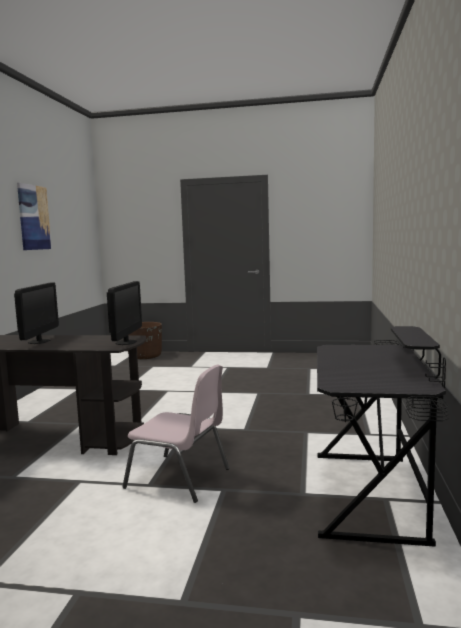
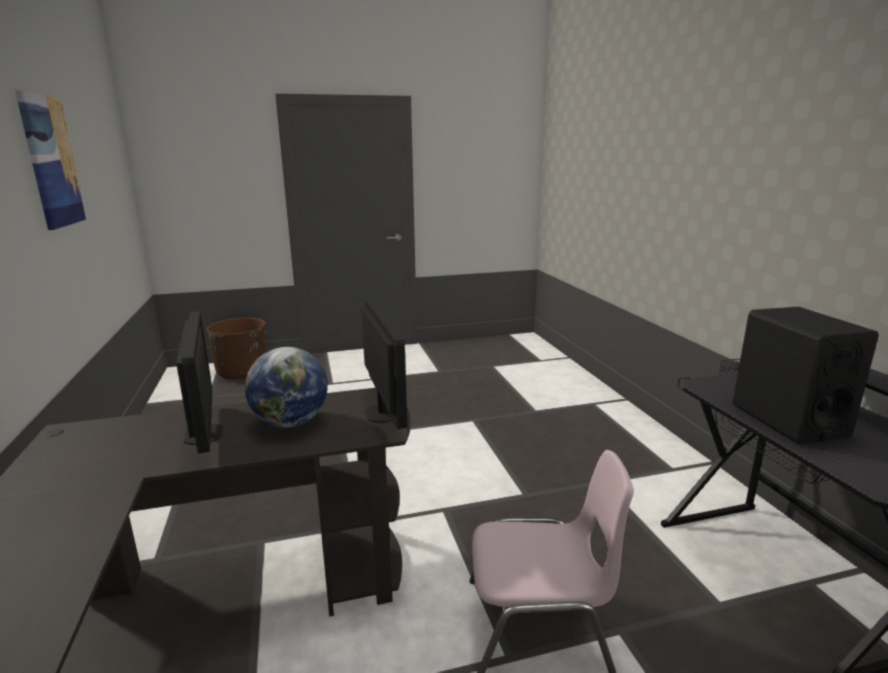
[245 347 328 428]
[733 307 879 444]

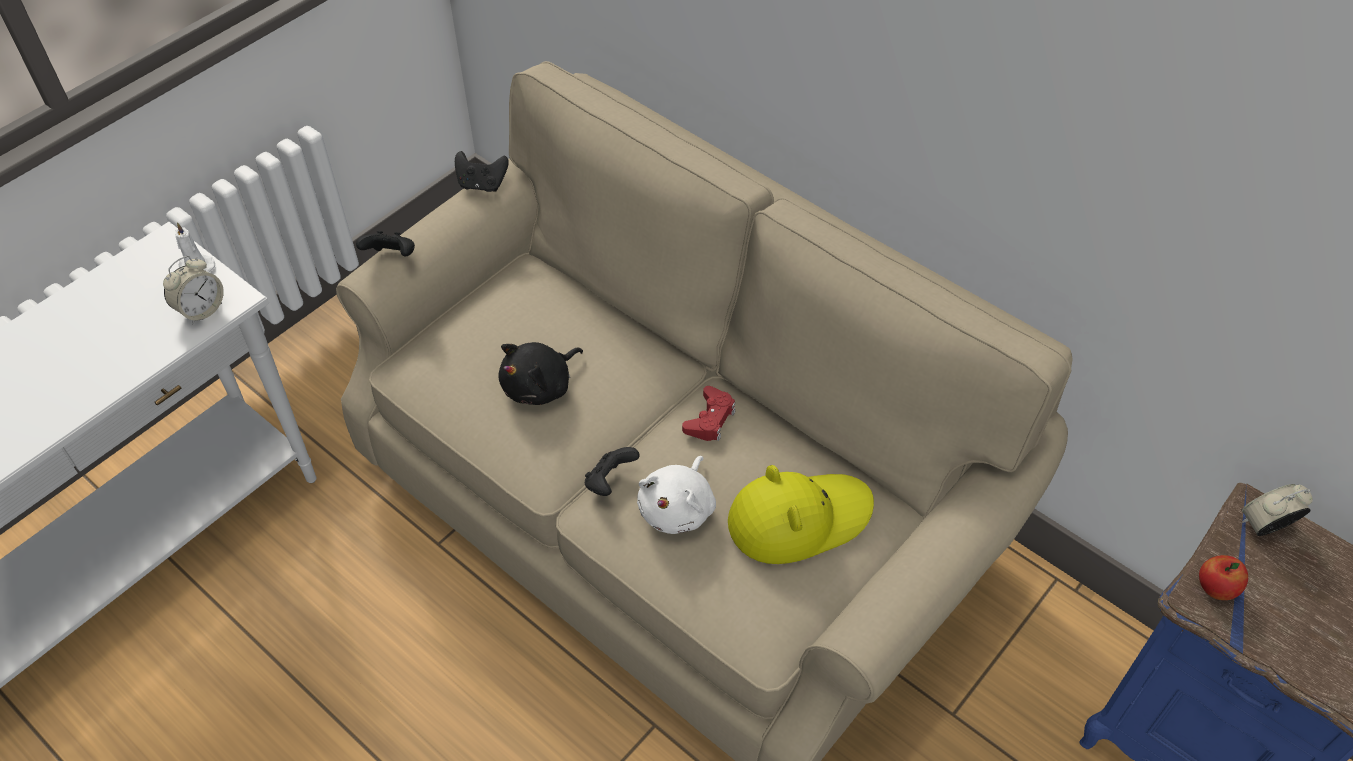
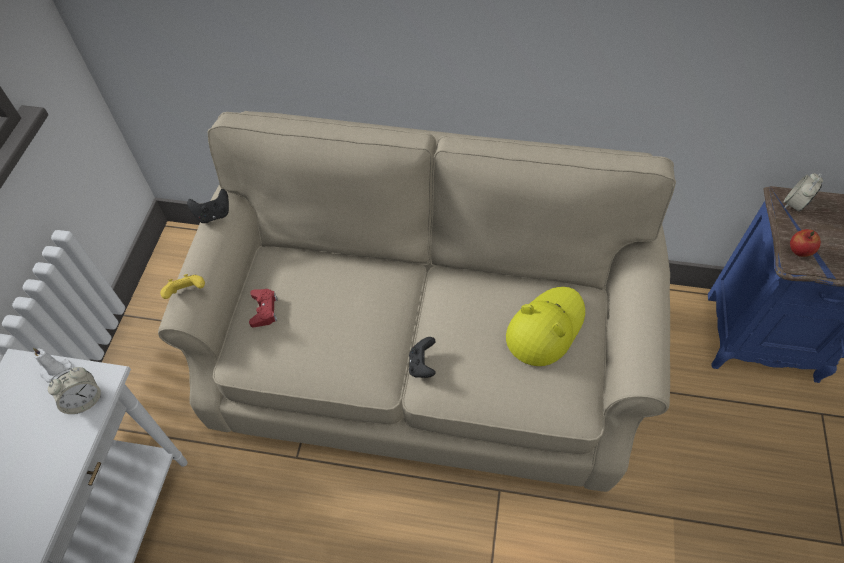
[48 367 102 414]
[160 274 205 299]
[249 289 277 328]
[498 342 583 405] (first image)
[637 456 716 534] (first image)

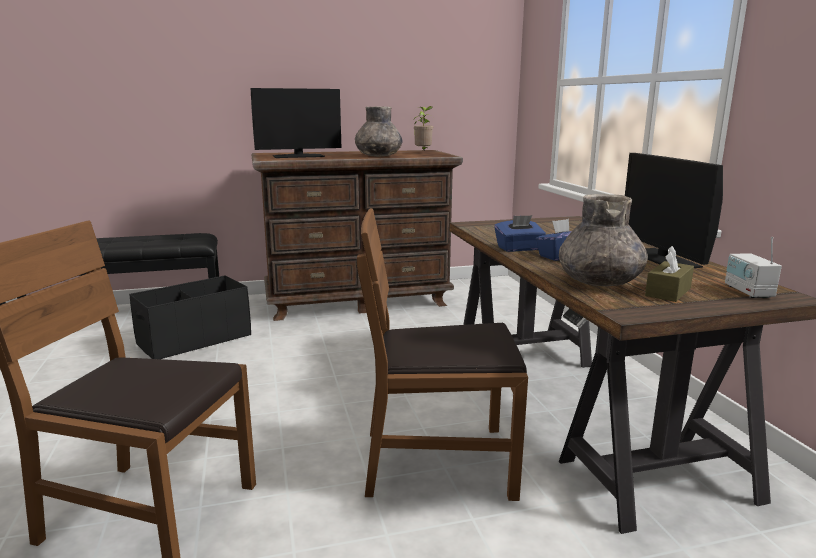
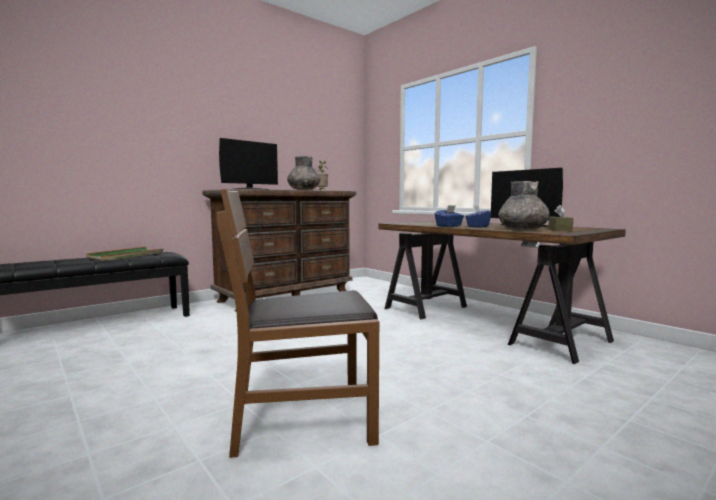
[86 247 163 261]
[129 275 251 359] (first image)
[357 208 528 501] (first image)
[725 237 782 298] (first image)

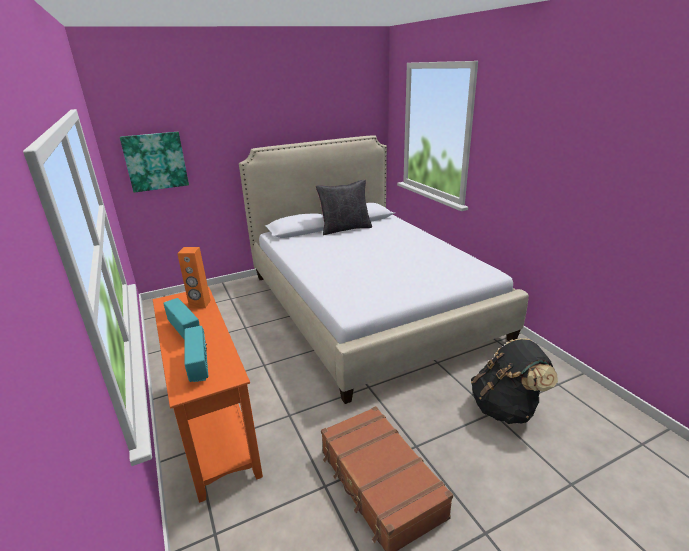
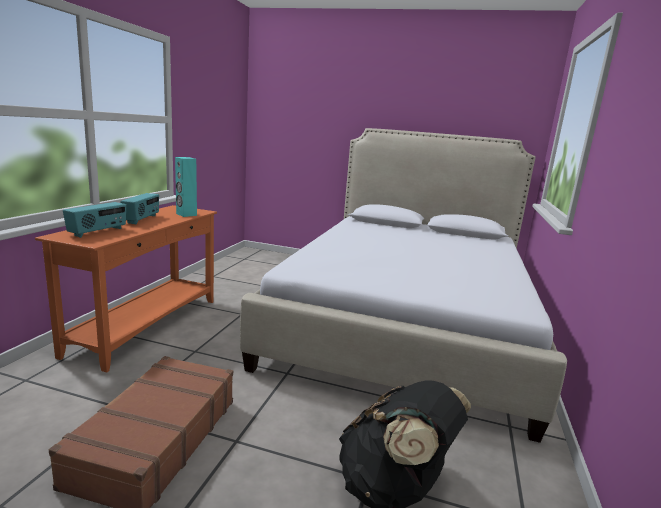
[175 157 197 217]
[120 132 189 193] (first image)
[316 180 372 235] (first image)

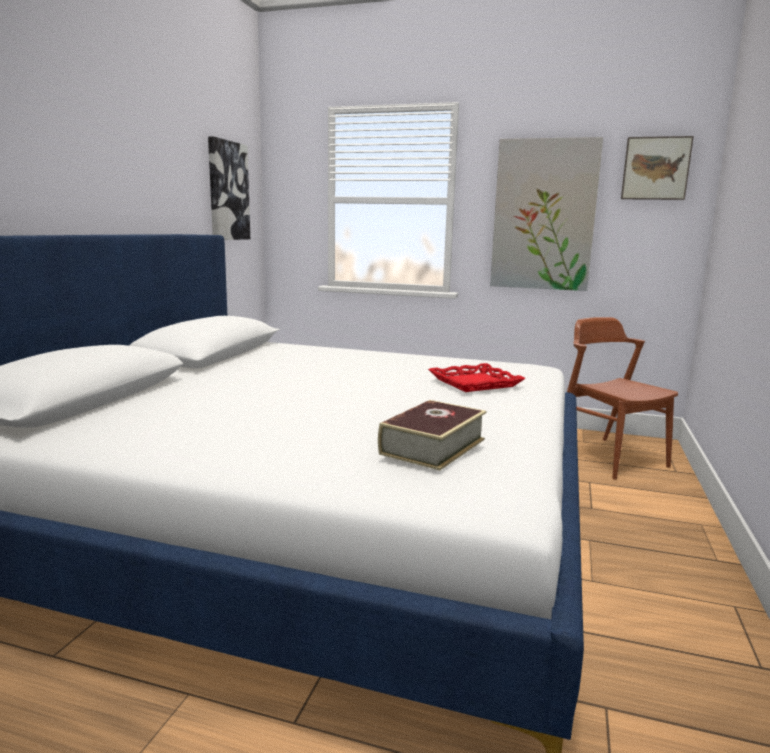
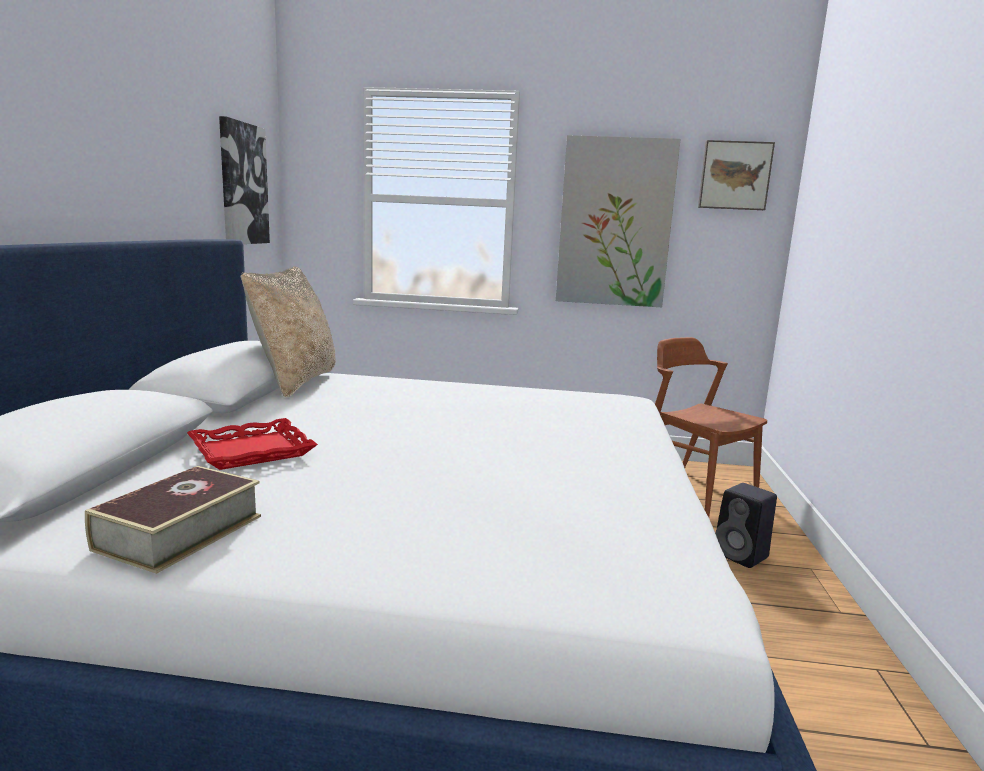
[85 466 261 574]
[187 418 318 470]
[241 266 336 398]
[715 483 777 568]

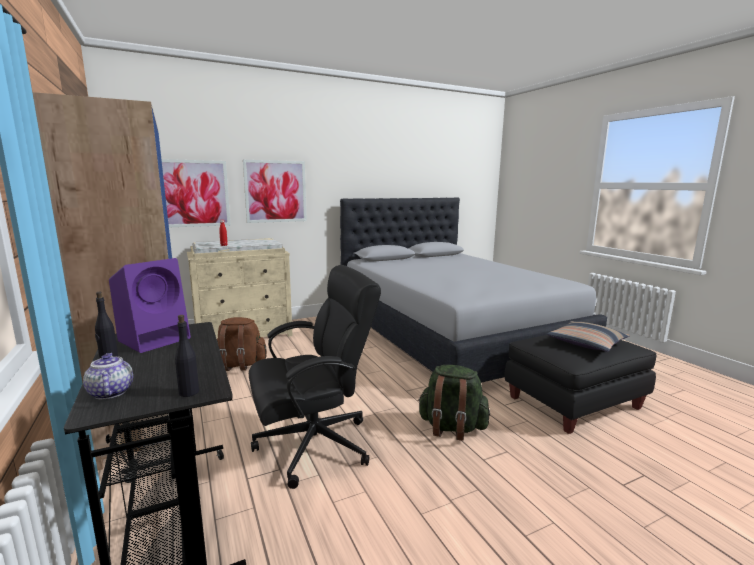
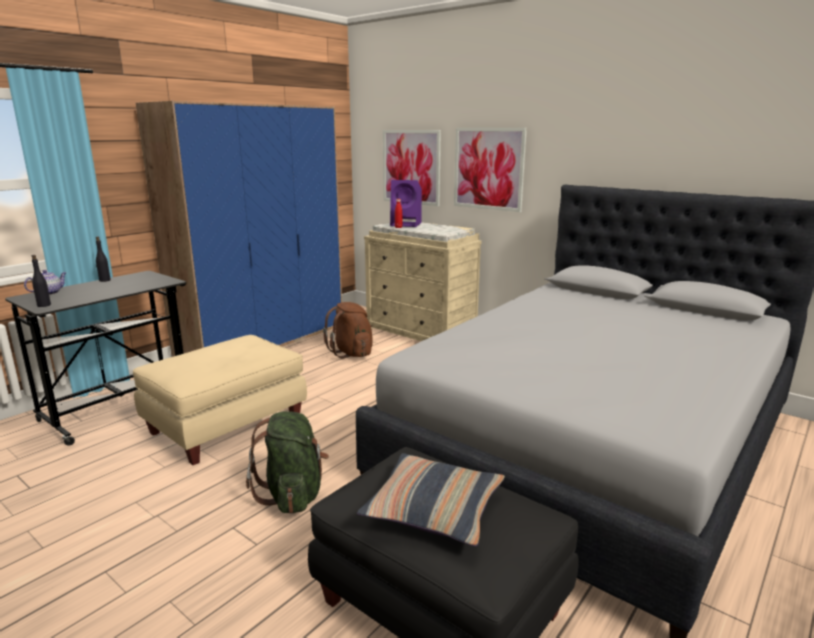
[133 335 307 465]
[390 180 422 227]

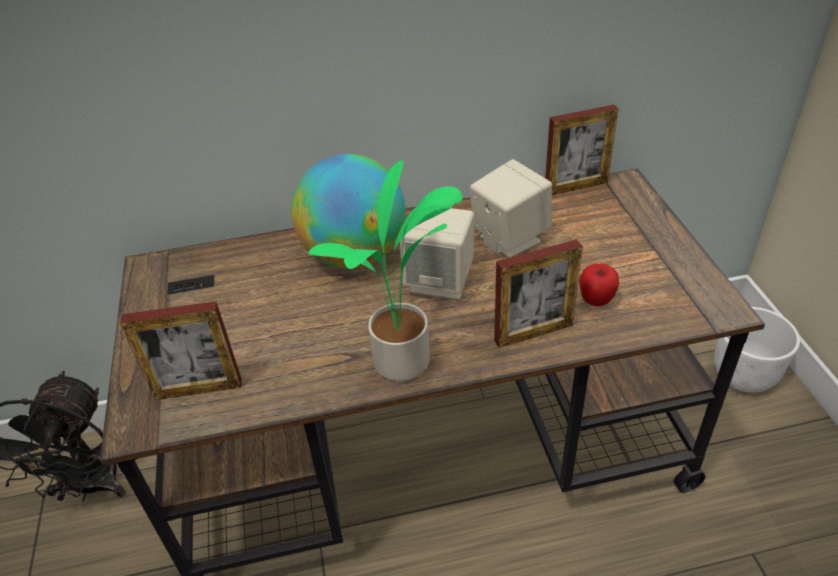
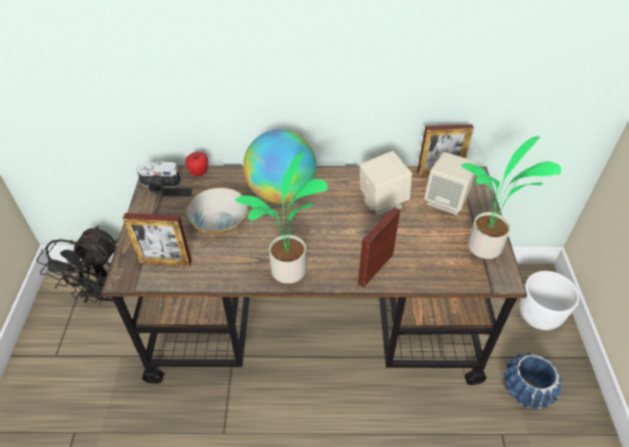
[136 161 181 194]
[185 187 249 235]
[186 152 208 176]
[358 207 400 287]
[424 152 478 215]
[461 136 561 259]
[503 352 562 410]

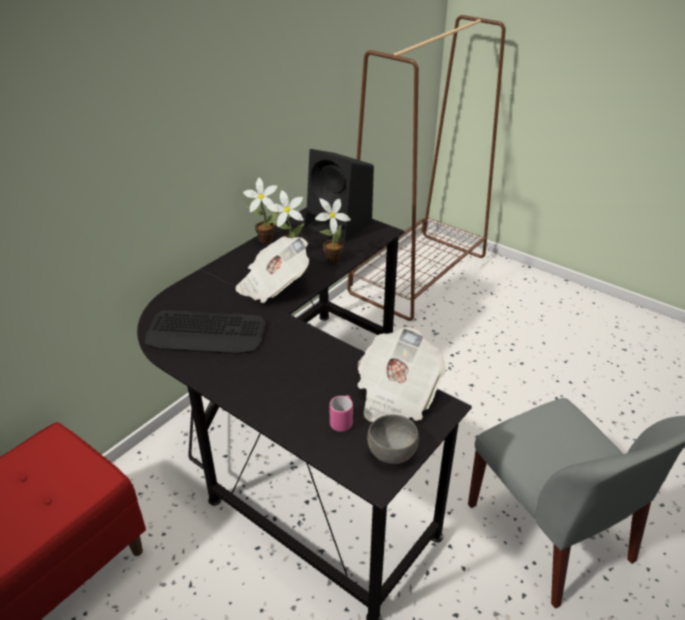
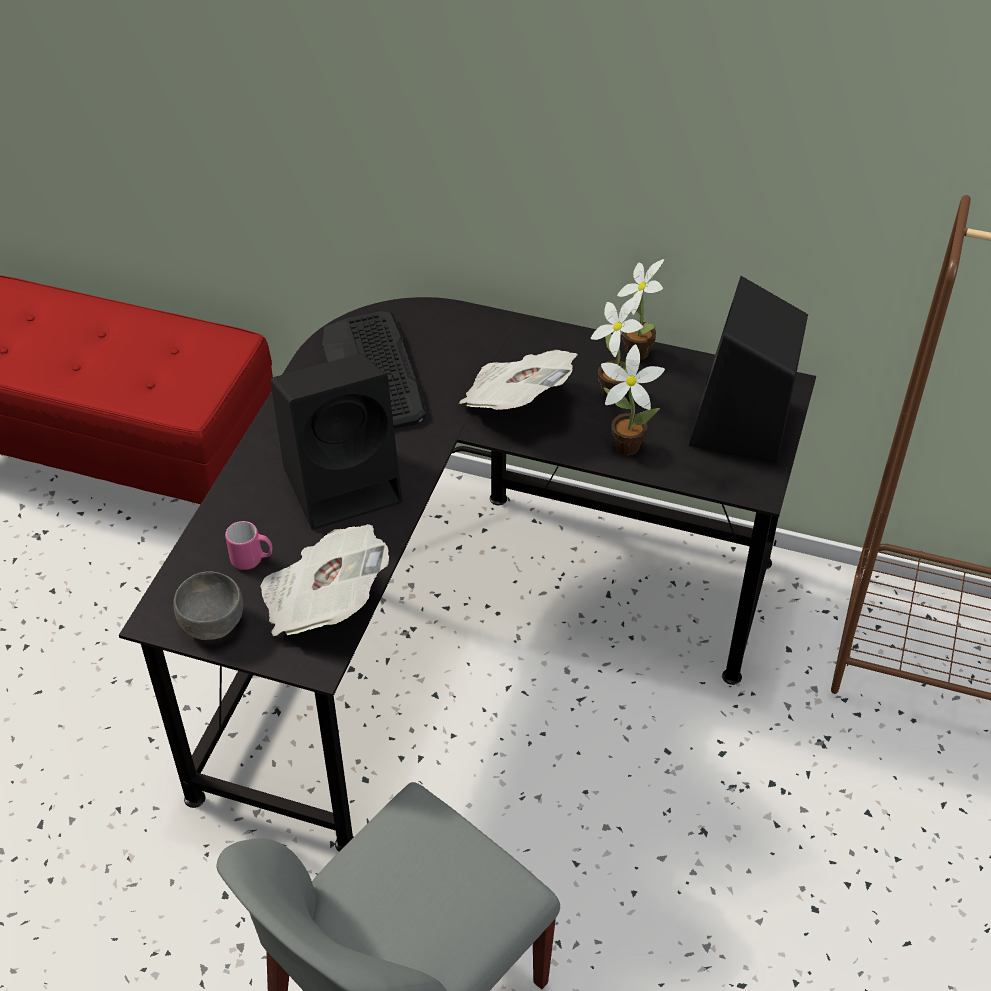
[270 353 402 530]

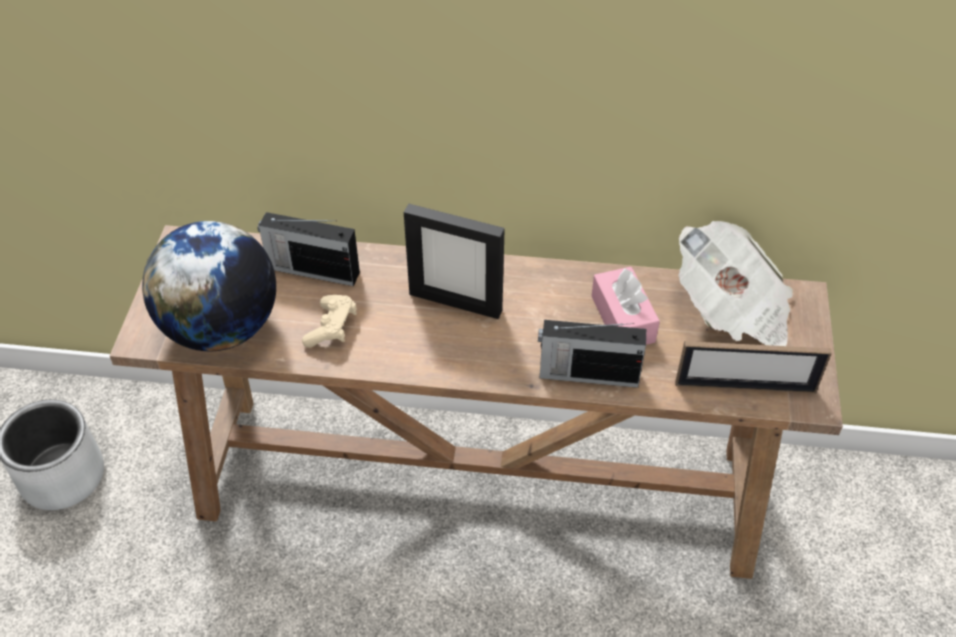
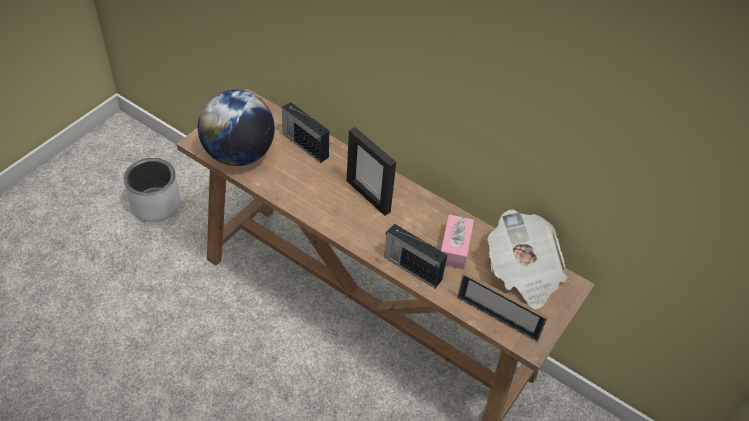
[302 295 357 348] (first image)

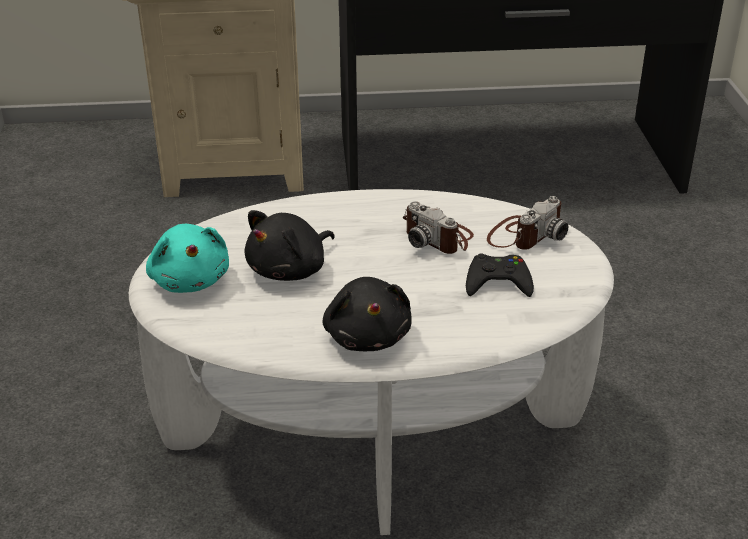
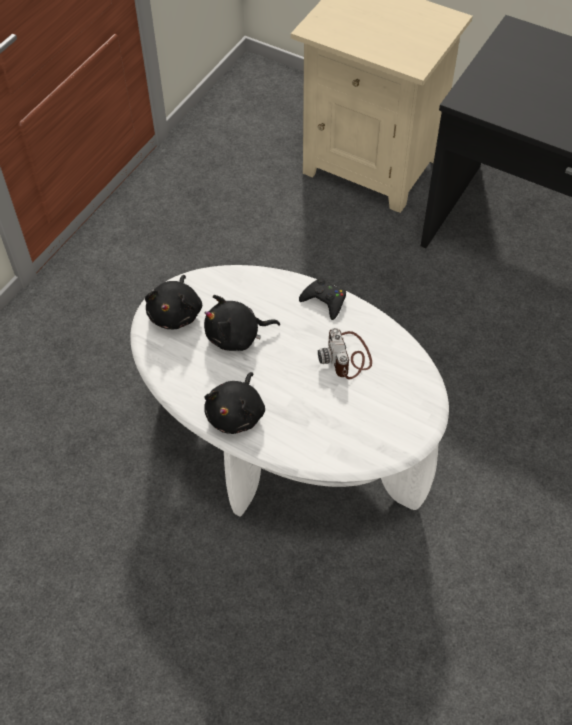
[145 275 202 329]
[299 278 346 320]
[487 196 569 250] (first image)

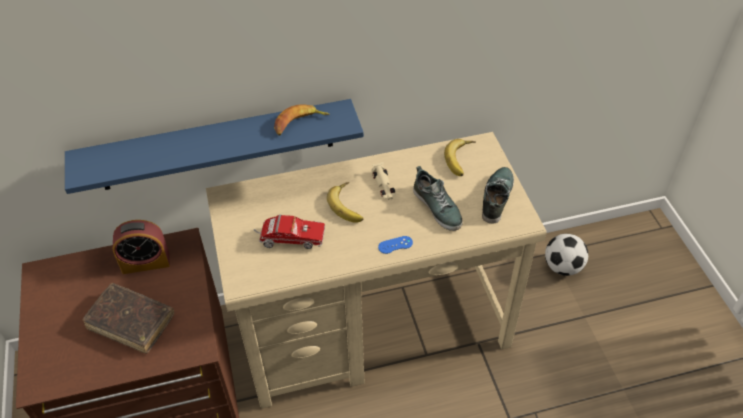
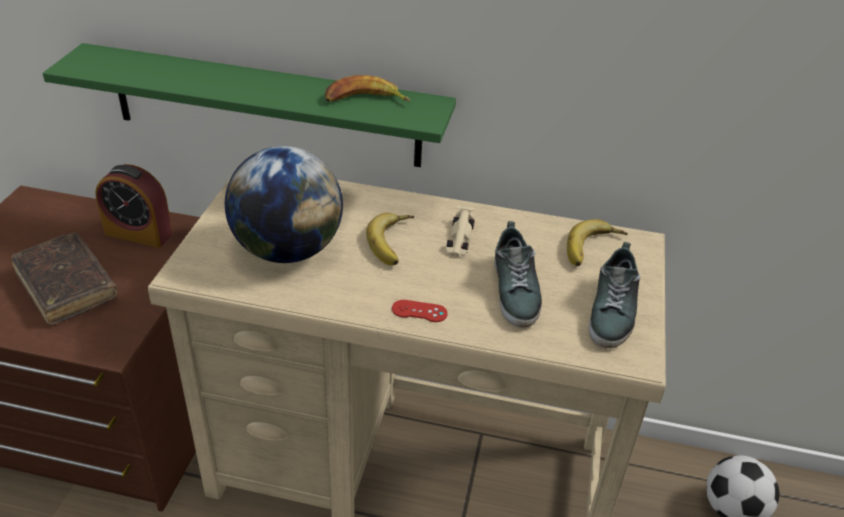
[43 43 456 167]
[225 146 343 263]
[392 300 448 322]
[589 242 640 348]

